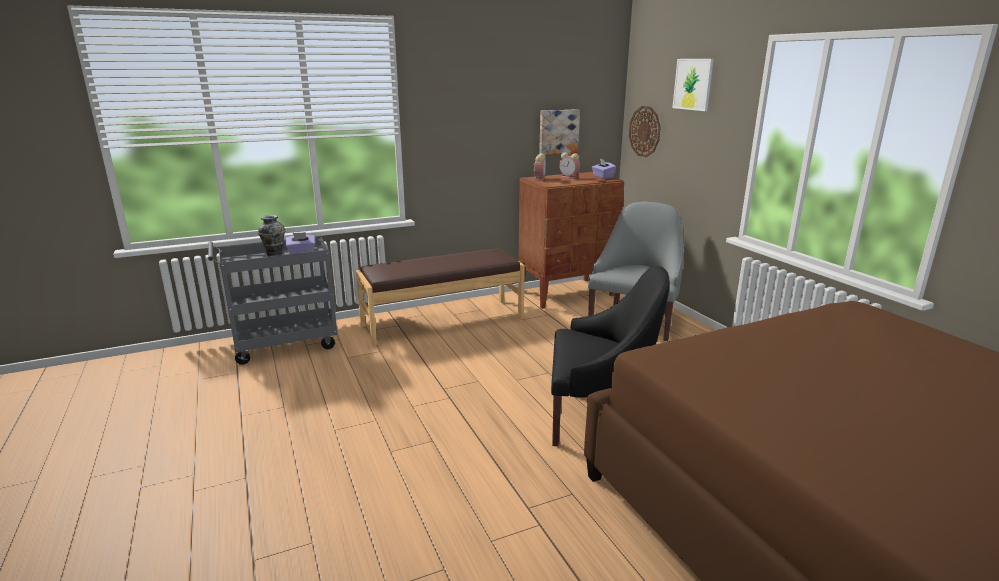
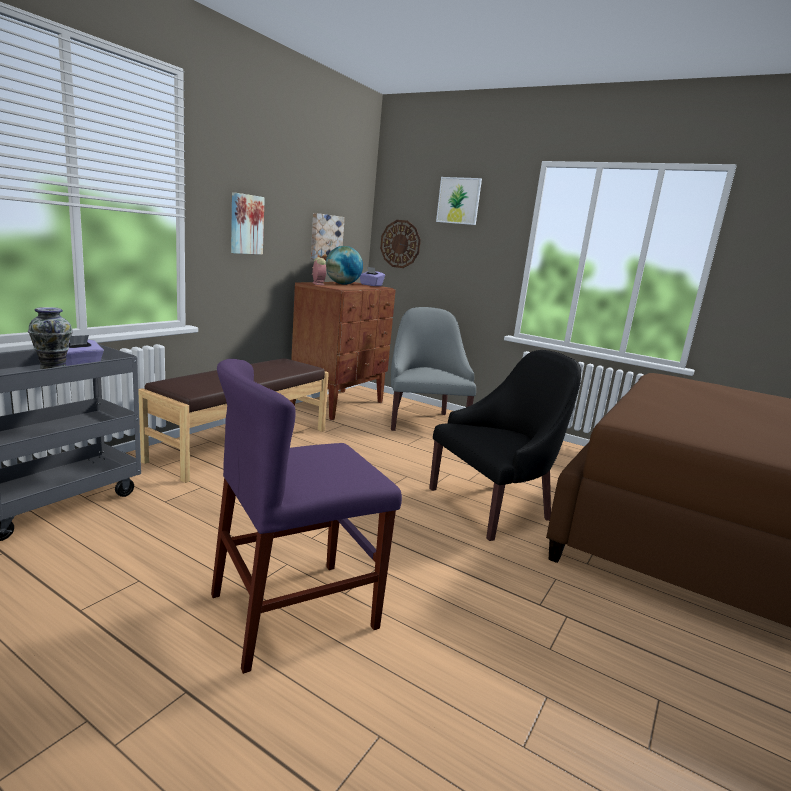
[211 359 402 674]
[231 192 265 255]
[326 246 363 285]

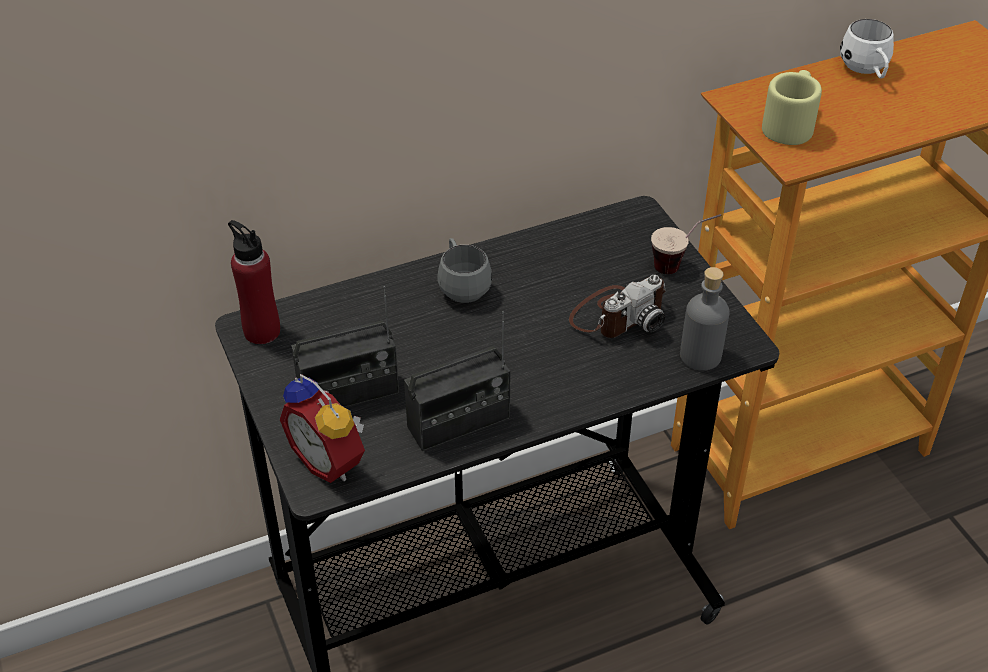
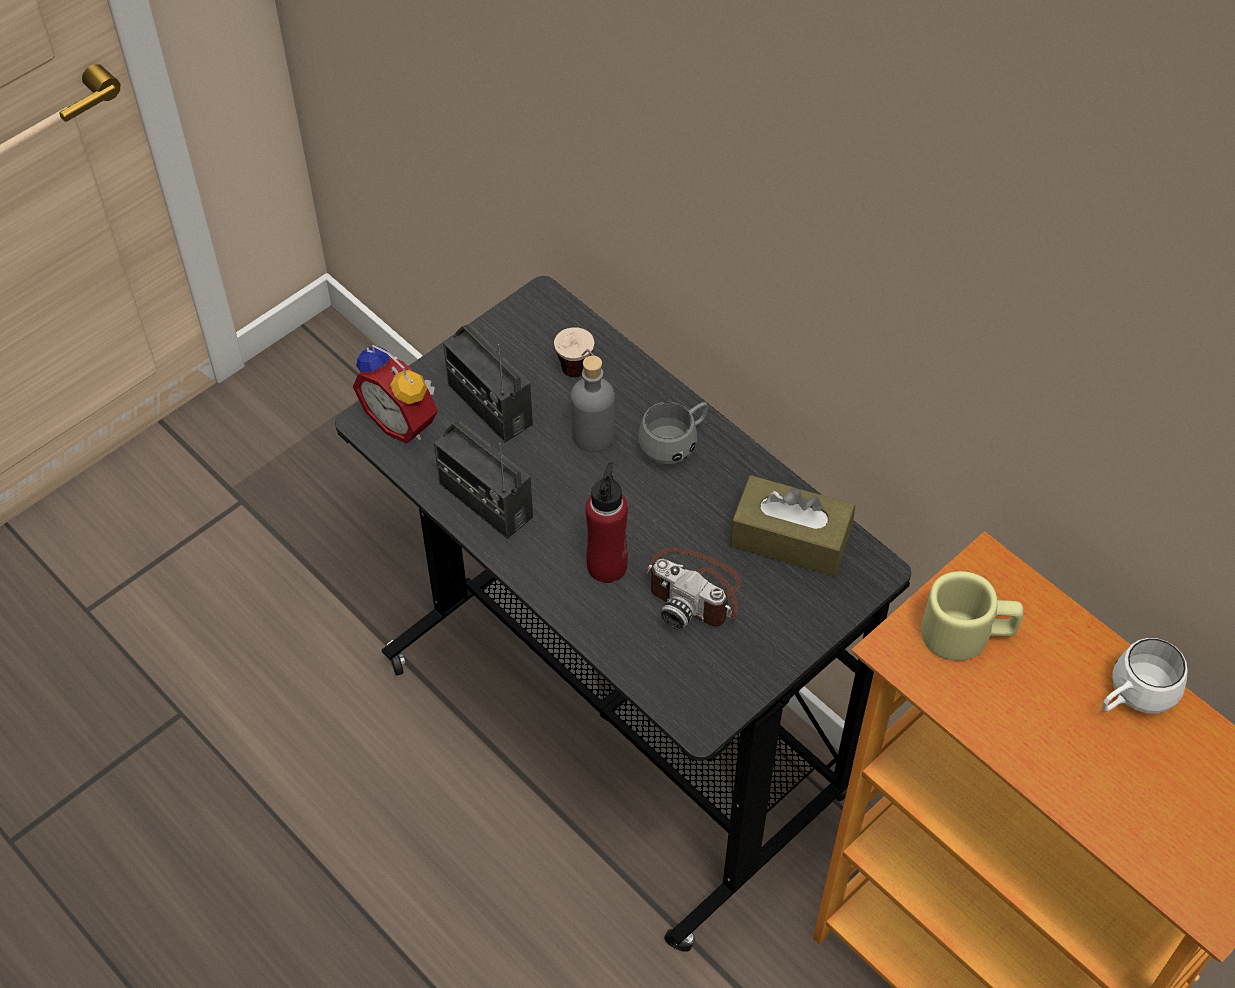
[353 345 438 443]
[554 327 595 377]
[571 355 615 452]
[585 462 628 583]
[730 475 855 576]

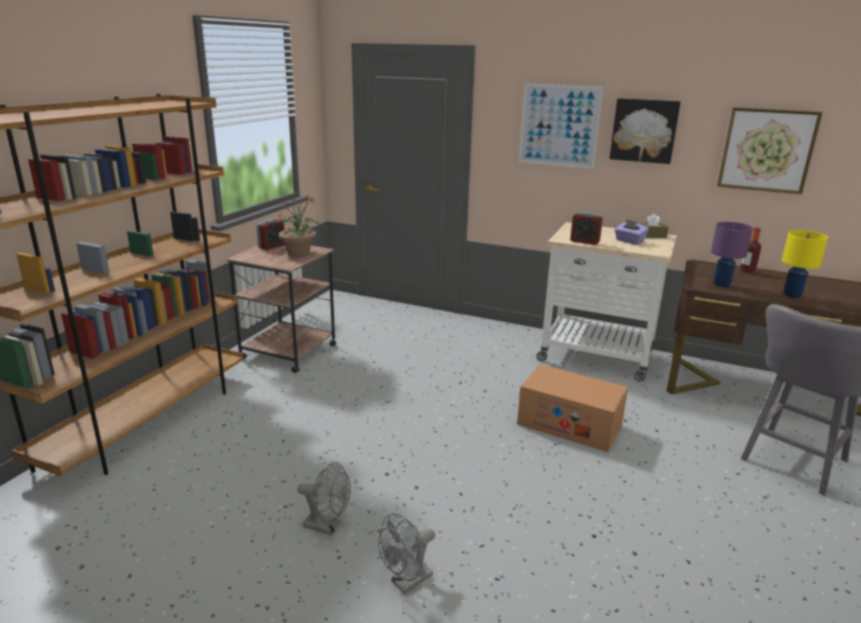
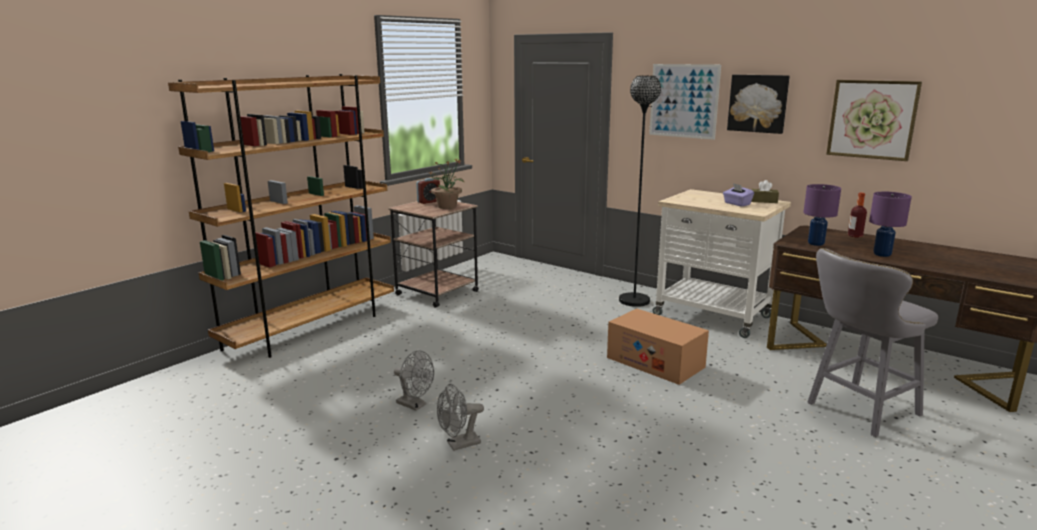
[619 75 661 307]
[869 192 912 257]
[570 212 603 245] (first image)

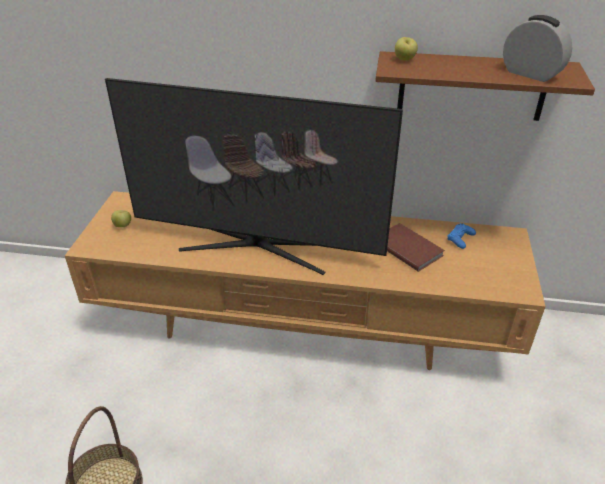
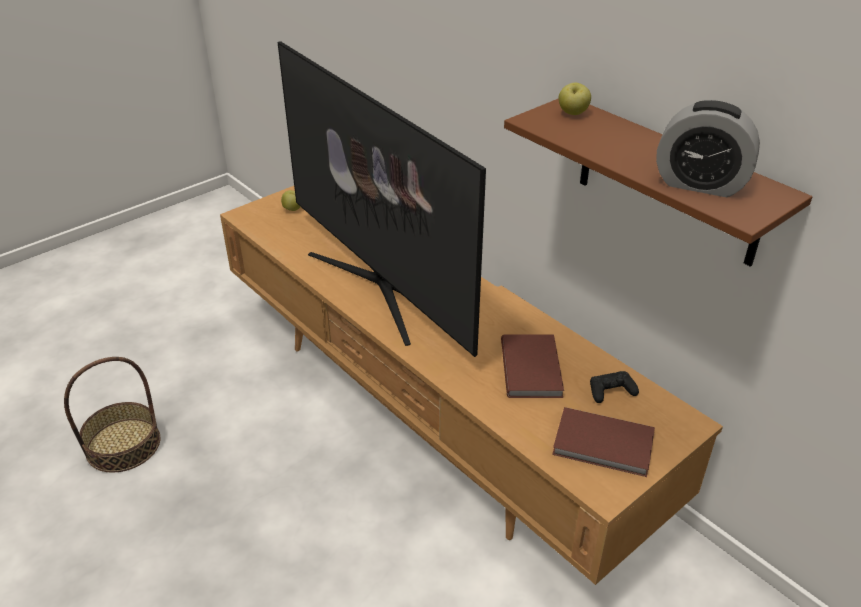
[552 407 655 477]
[590 371 639 403]
[656 100 760 197]

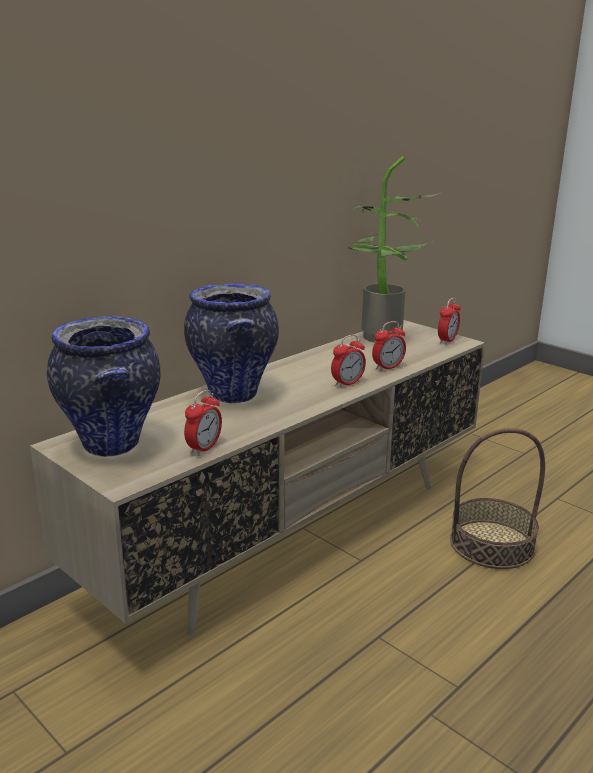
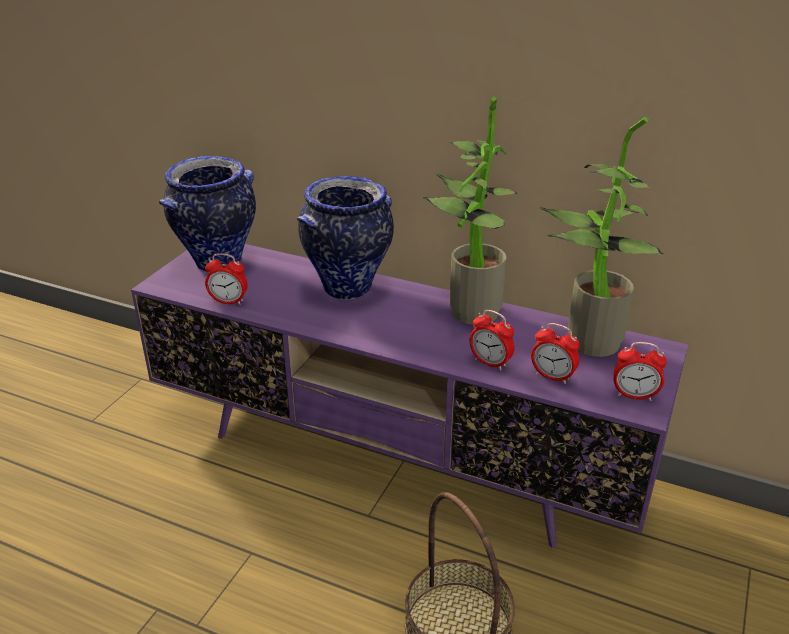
[131 244 688 548]
[423 96 518 325]
[531 323 580 384]

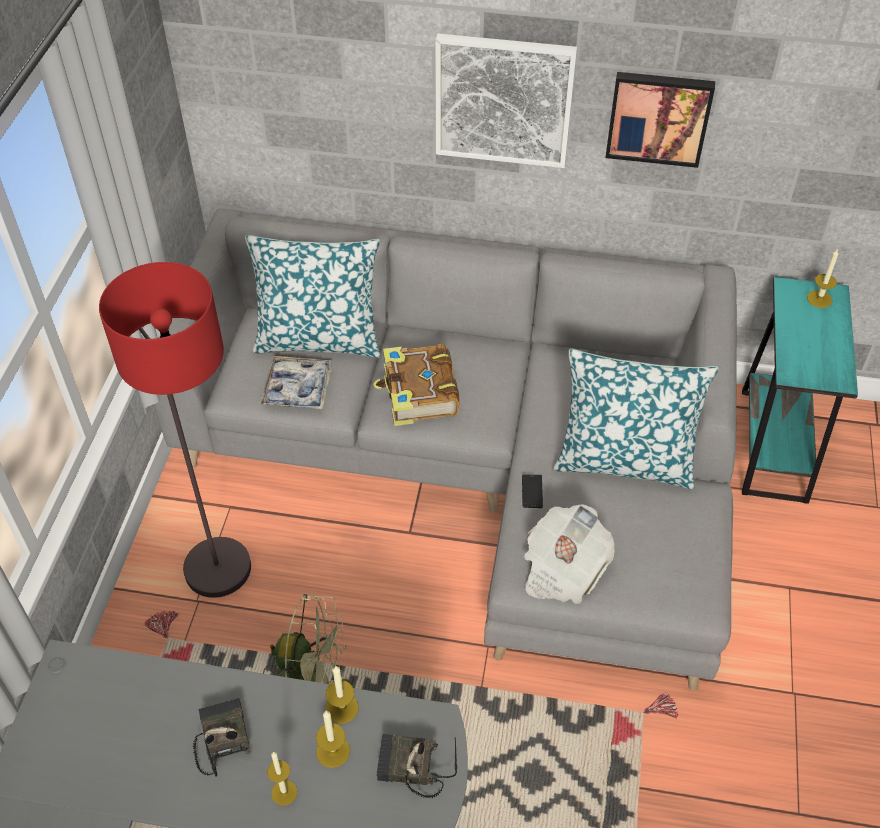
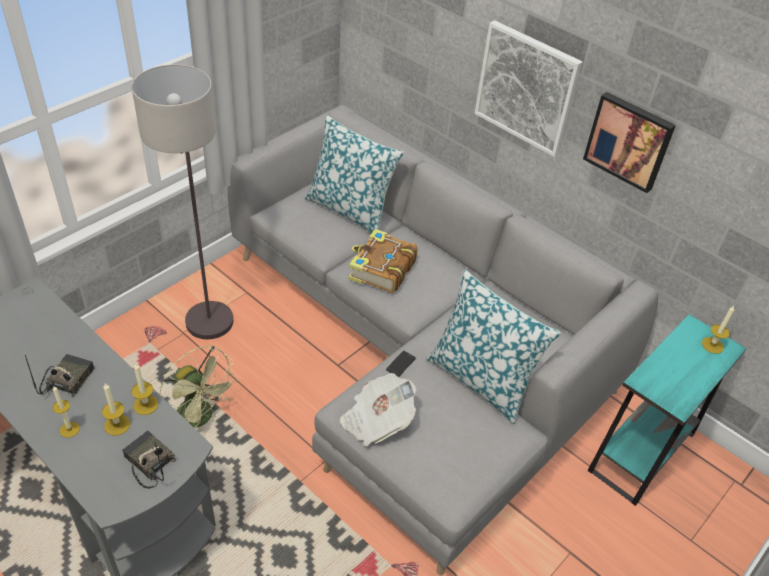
[132 64 233 339]
[260 356 333 410] (first image)

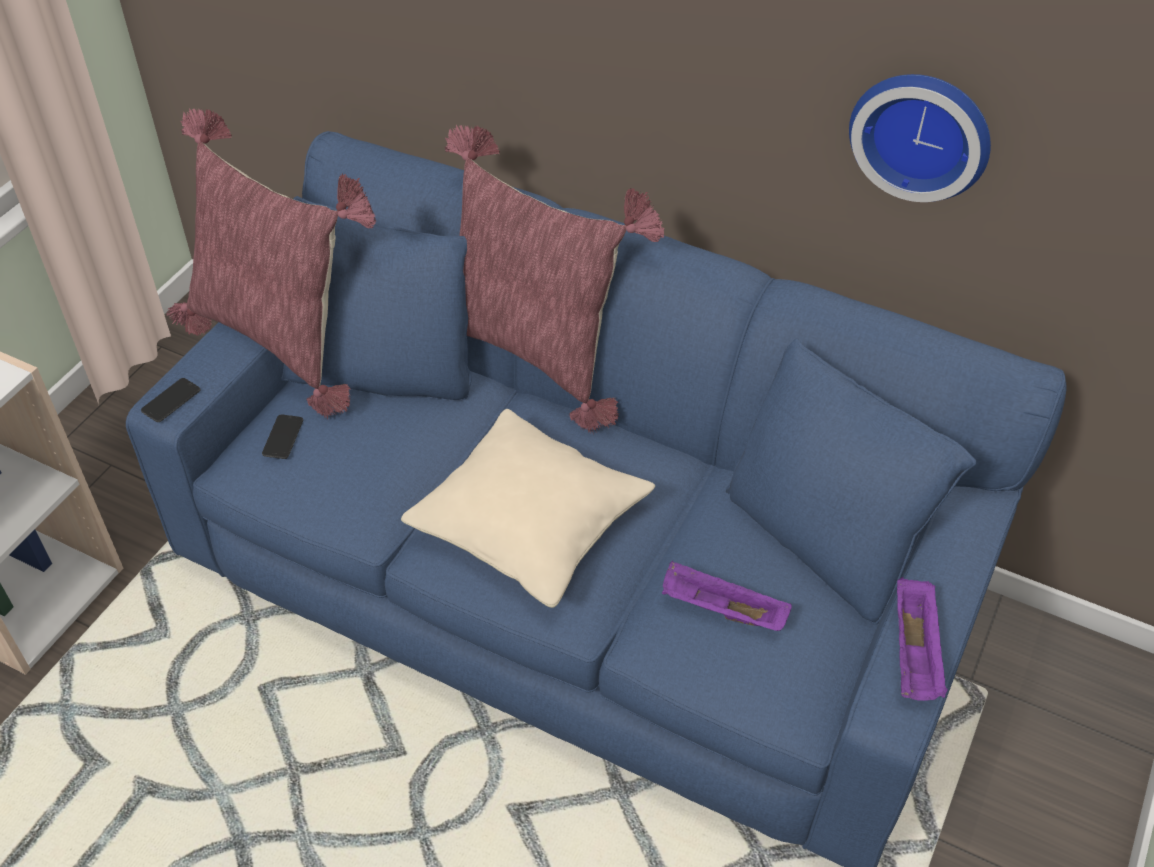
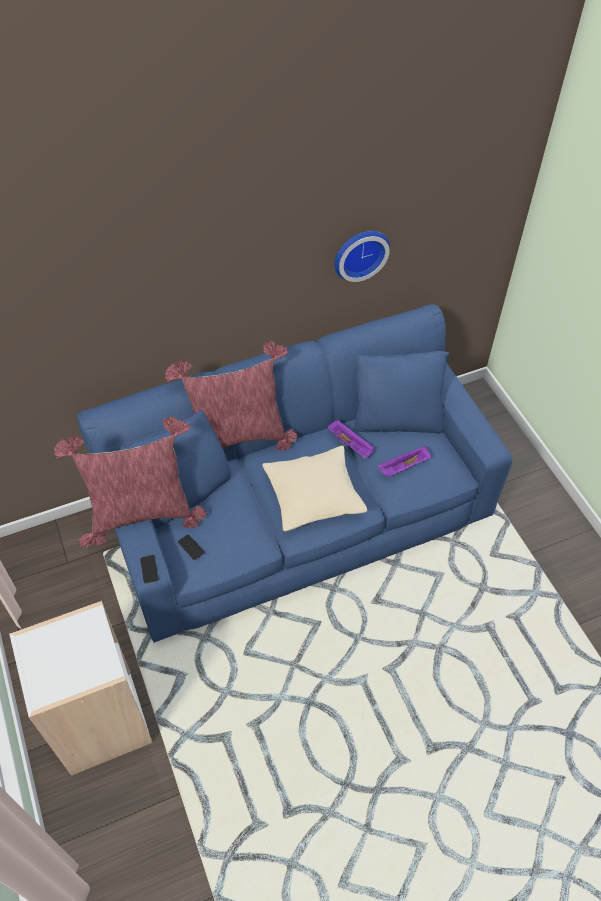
[327 420 374 459]

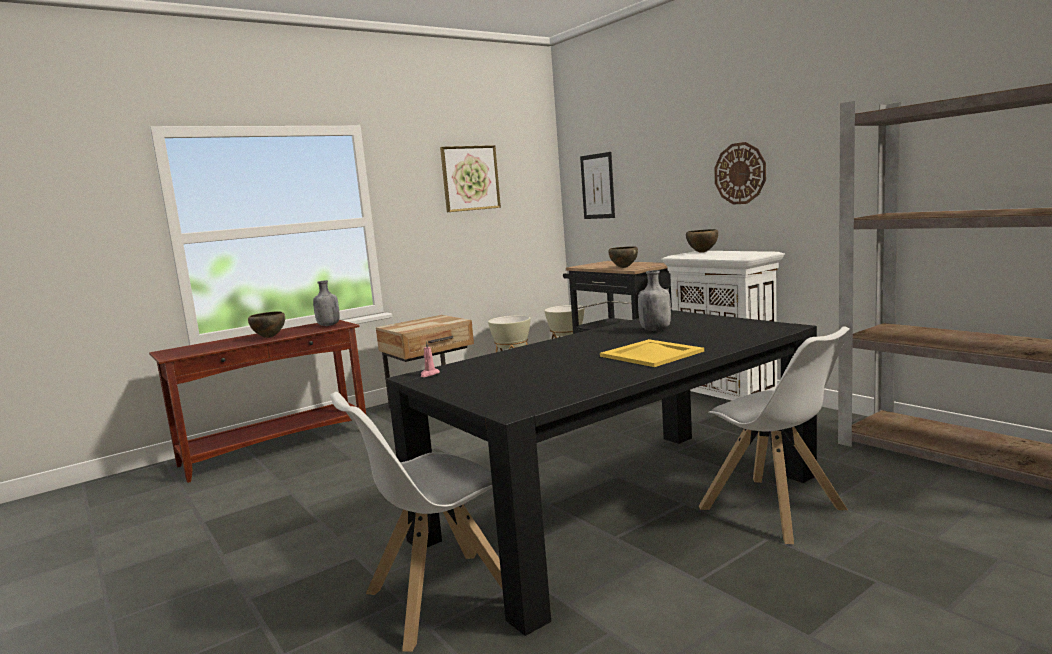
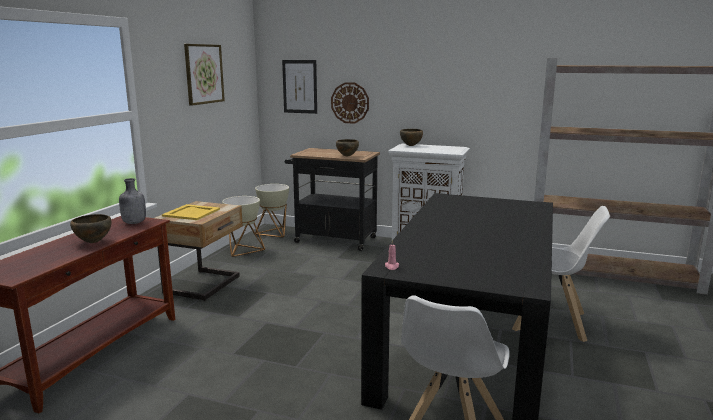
[162 204 220 220]
[331 82 369 124]
[638 270 671 331] (first image)

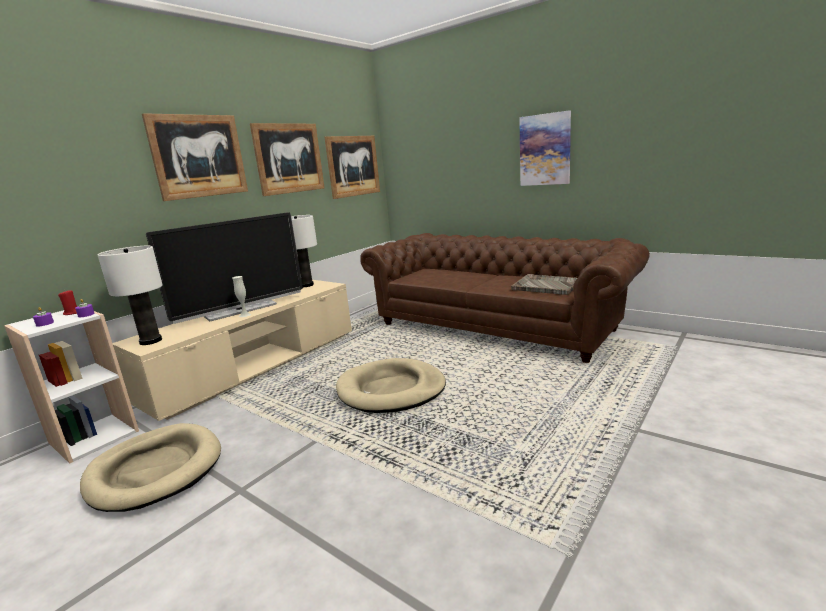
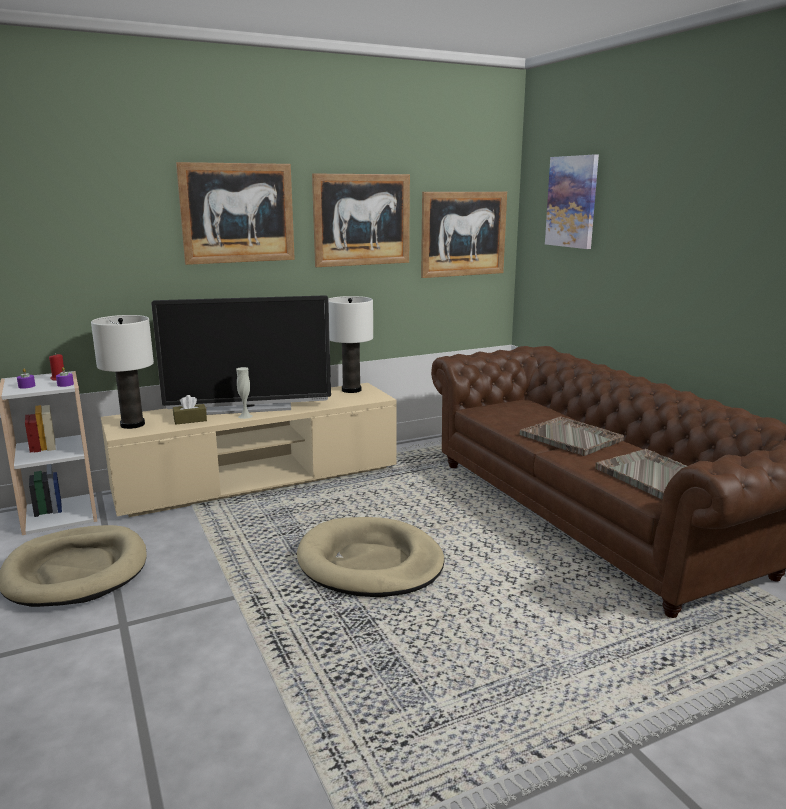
[173 395 207 425]
[520 416 624 456]
[545 154 599 249]

